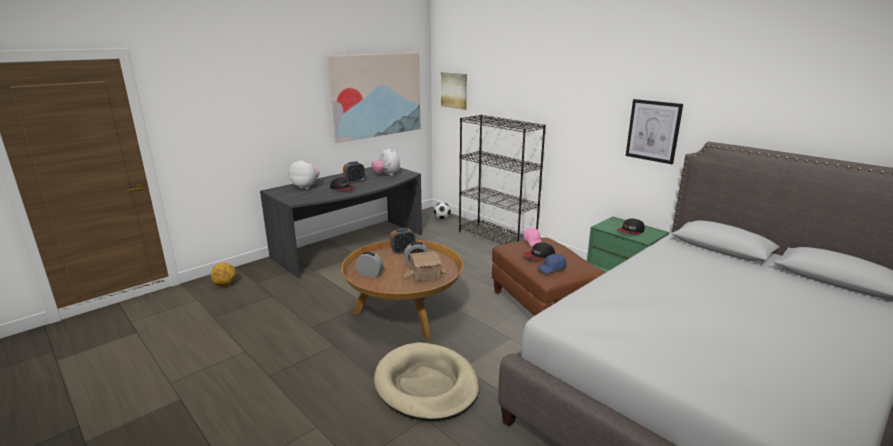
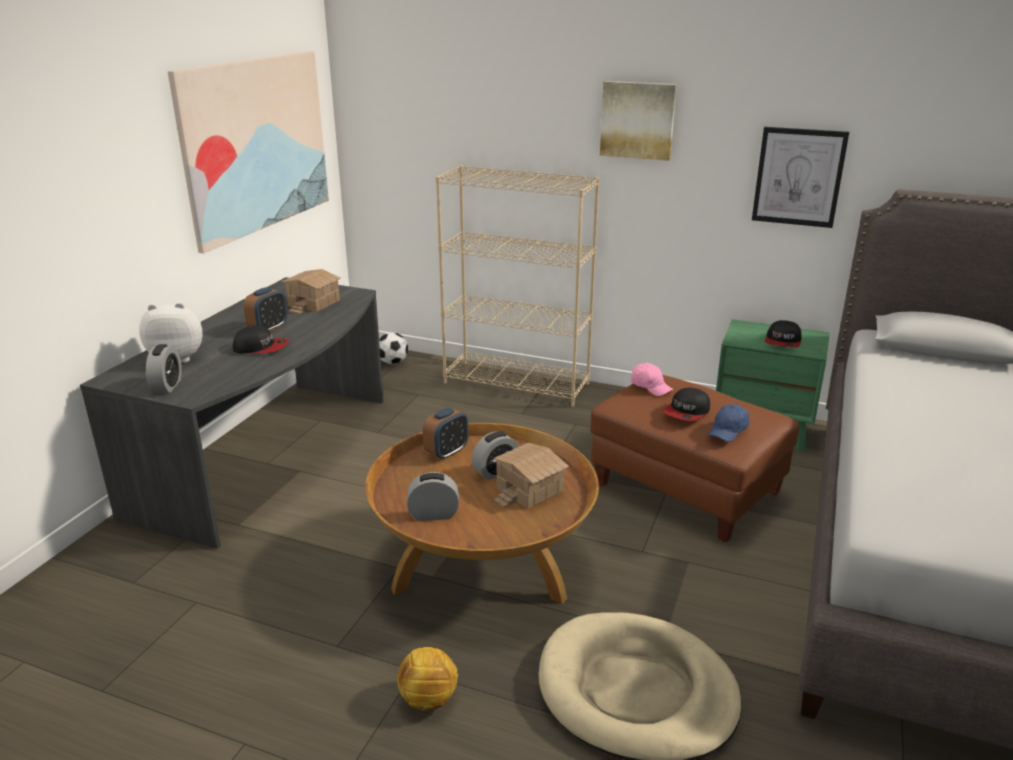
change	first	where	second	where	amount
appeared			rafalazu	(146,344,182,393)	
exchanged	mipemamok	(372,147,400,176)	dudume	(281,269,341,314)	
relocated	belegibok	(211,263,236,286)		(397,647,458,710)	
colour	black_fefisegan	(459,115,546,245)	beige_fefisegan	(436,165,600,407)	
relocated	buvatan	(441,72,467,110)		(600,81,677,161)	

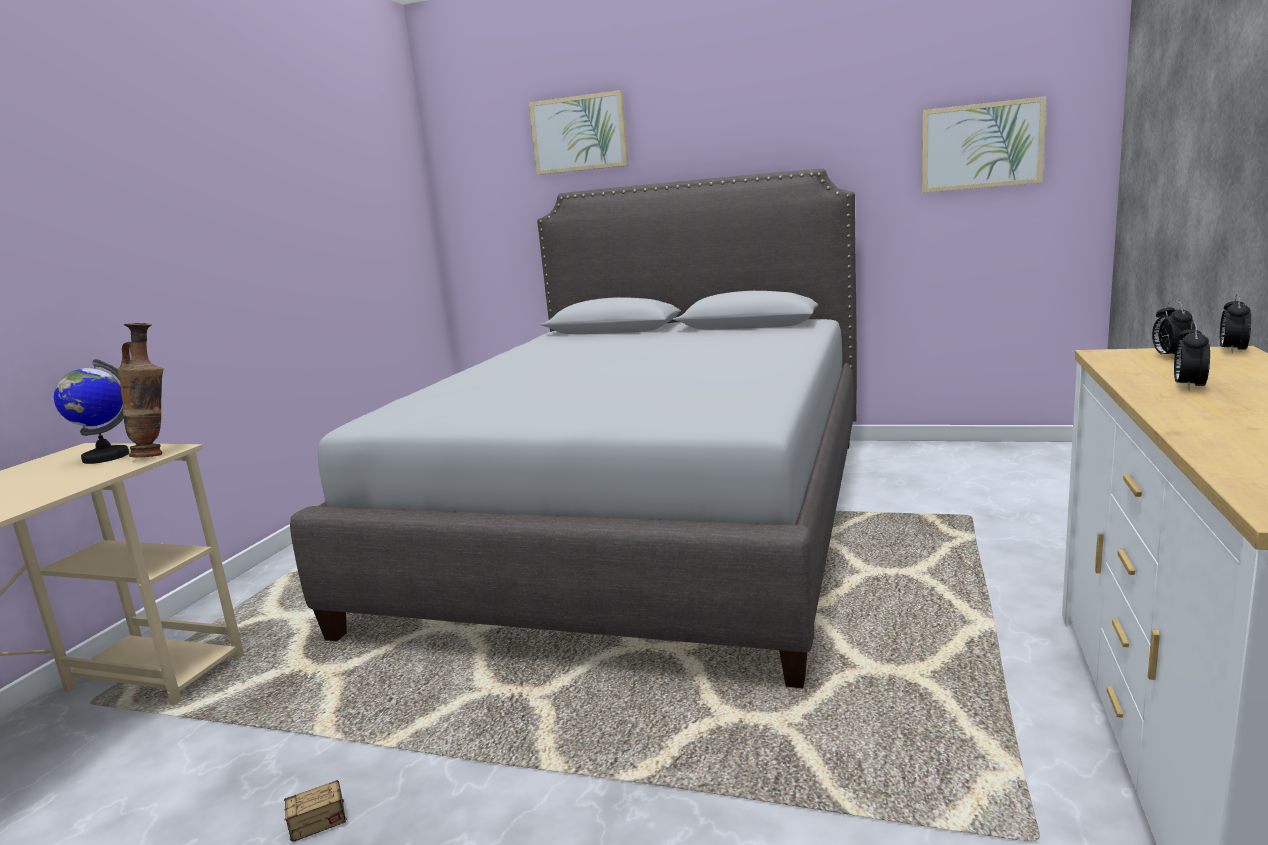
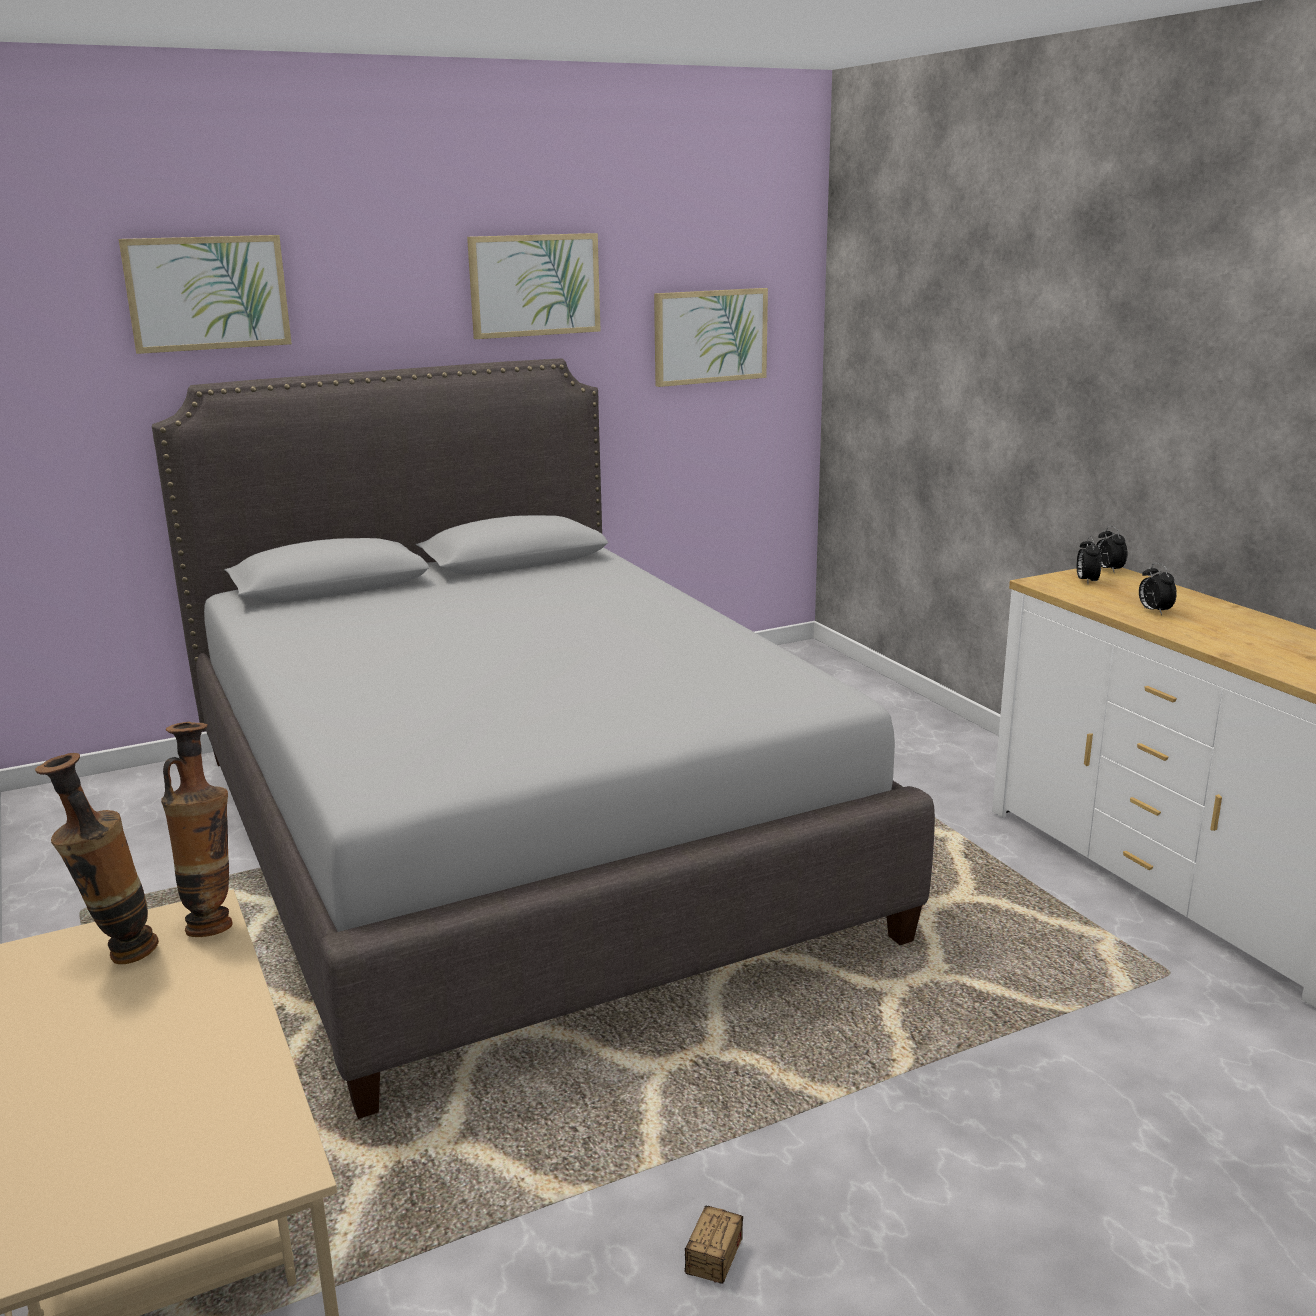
change	first	where	second	where	amount
exchanged	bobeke	(54,359,129,464)	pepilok	(35,753,159,964)	
appeared			buvatan	(467,233,601,339)	
spun	rafalazu	(1152,300,1196,355)		(1077,536,1102,583)	45 degrees clockwise

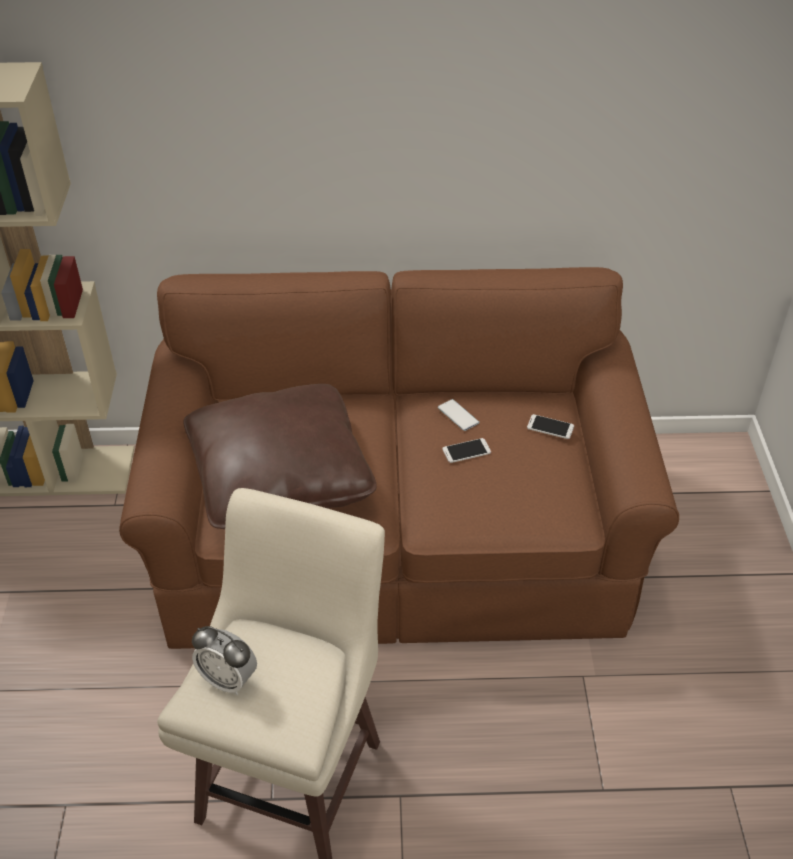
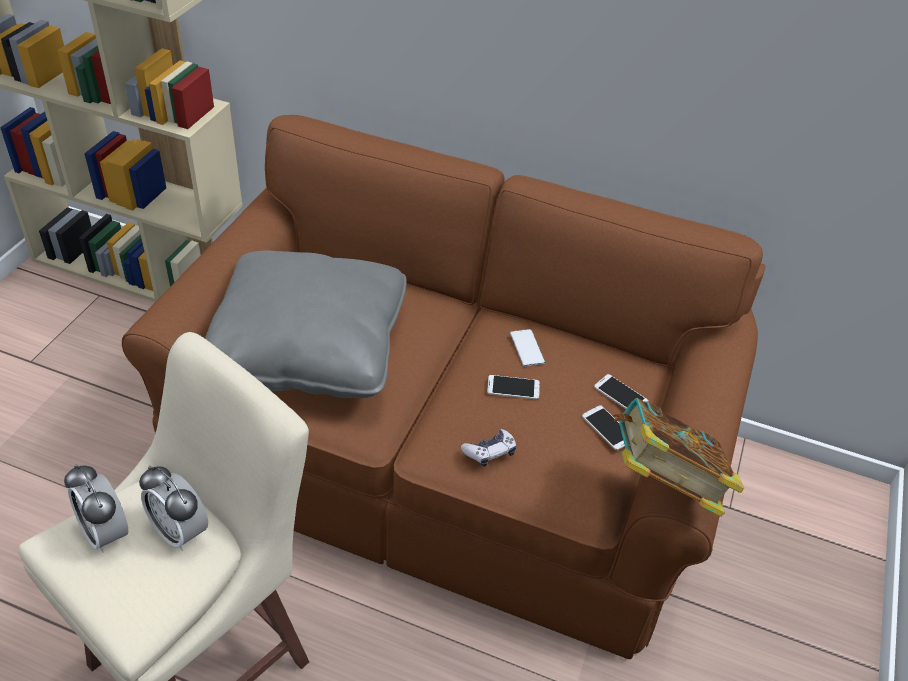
change	first	where	second	where	amount
appeared			rafalazu	(139,466,208,551)	
colour	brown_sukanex	(183,384,377,529)	grey_sukanex	(205,251,407,398)	
appeared			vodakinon	(461,429,516,467)	
appeared			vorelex	(582,405,625,450)	
appeared			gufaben	(613,398,744,517)	

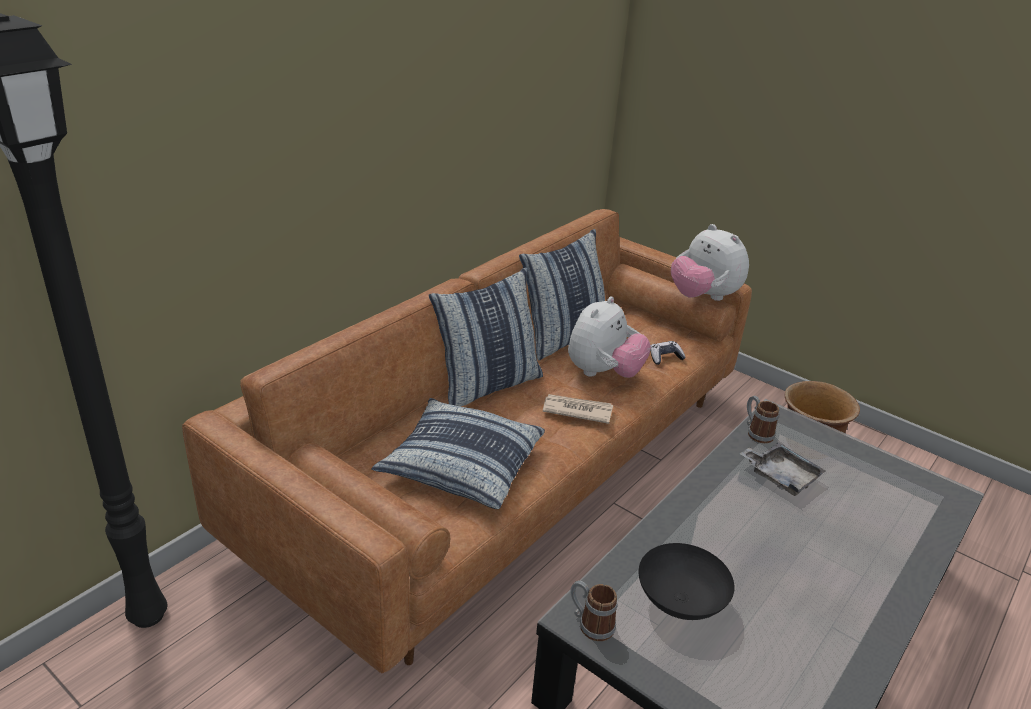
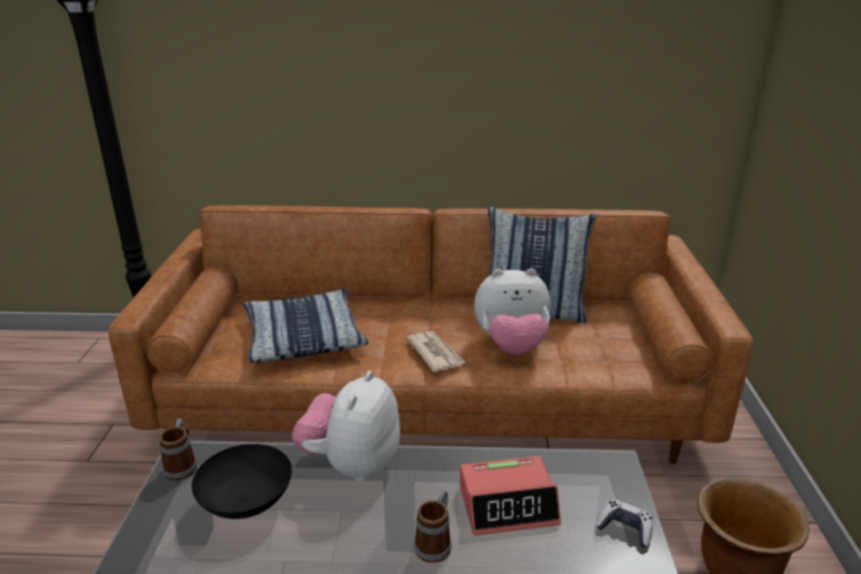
change	first	where	second	where	amount
relocated	mipemamok	(671,224,749,301)		(292,371,400,480)	
relocated	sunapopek	(747,396,779,443)		(414,490,452,563)	
exchanged	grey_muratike	(740,442,826,496)	rafalazu	(460,456,561,536)	
relocated	vodakinon	(650,341,686,365)		(595,499,653,547)	
missing	sukanex	(429,267,543,407)			

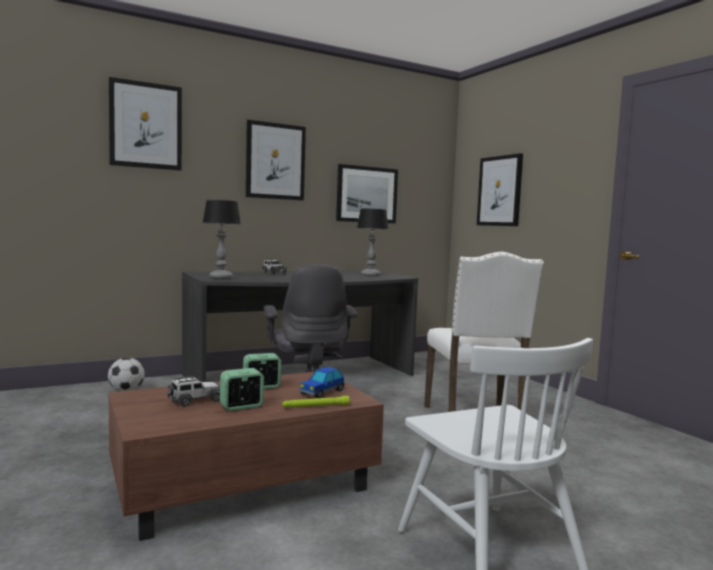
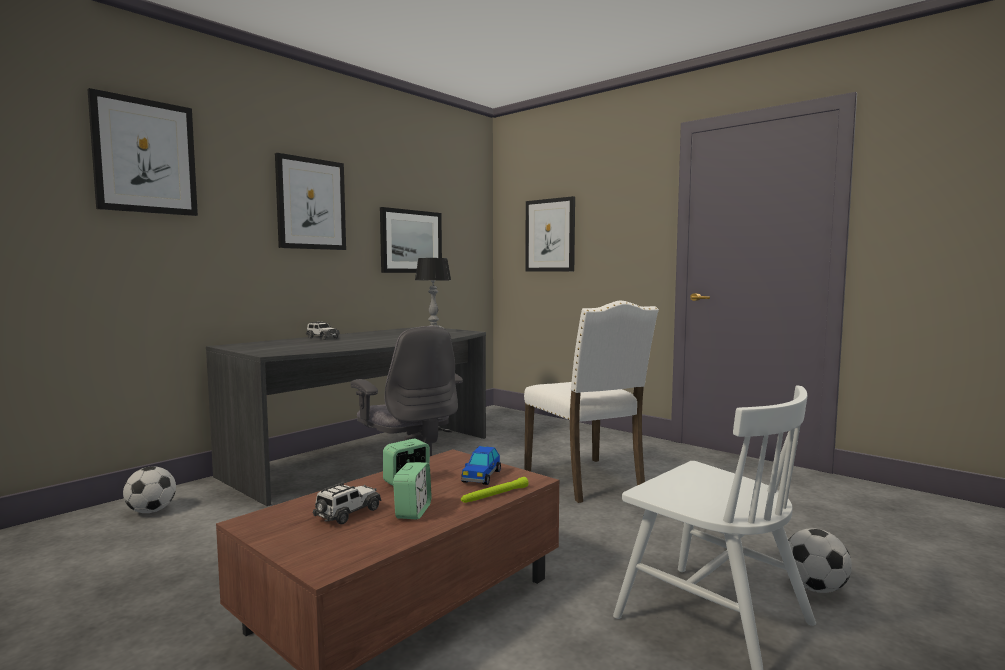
change	first	where	second	where	amount
spun	rafalazu	(220,368,264,411)		(393,462,432,519)	150 degrees clockwise
appeared			belegibok	(788,528,852,593)	
missing	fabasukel	(203,200,241,279)			

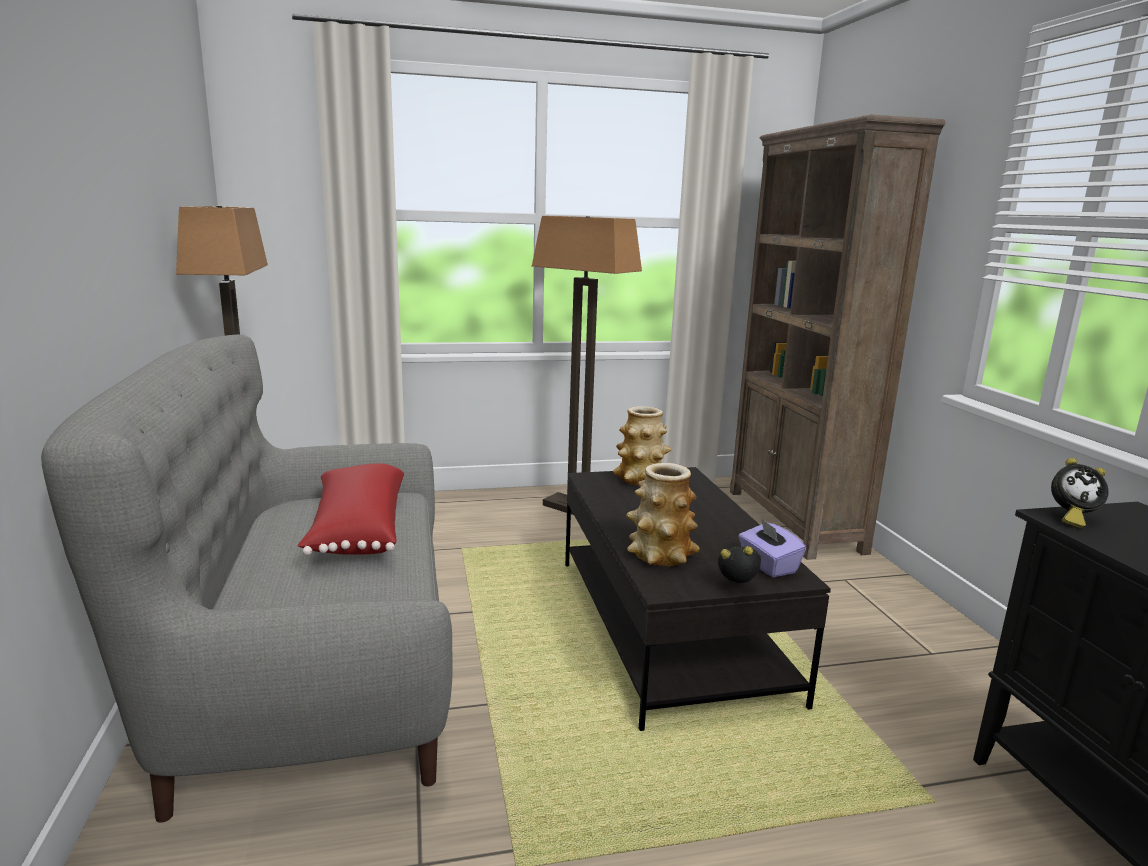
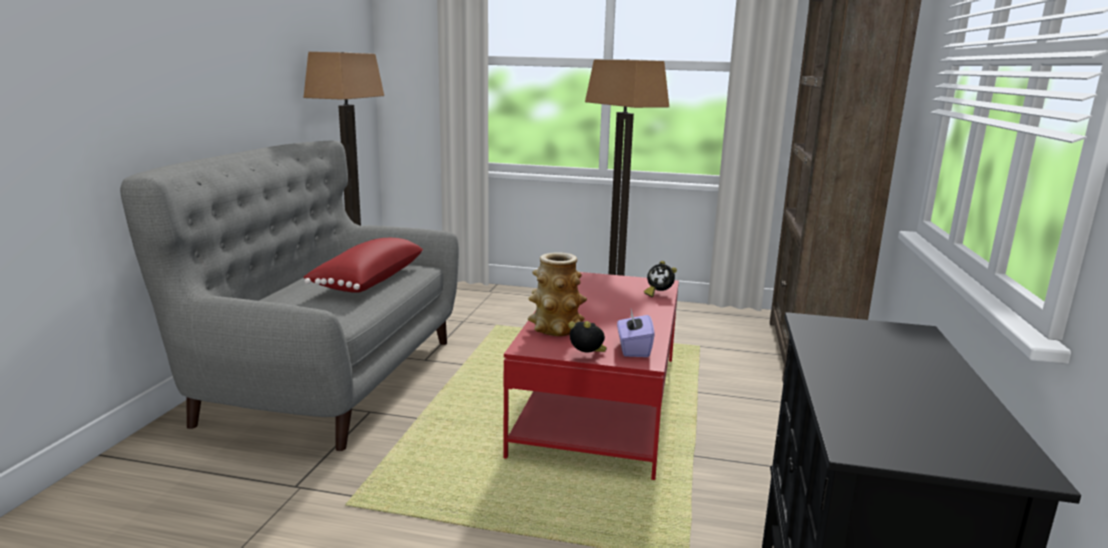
change	first	where	second	where	amount
colour	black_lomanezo	(565,467,831,731)	red_lomanezo	(503,272,679,480)	
relocated	rafalazu	(1051,458,1109,528)		(644,261,677,297)	
missing	pepilok	(613,406,672,486)			

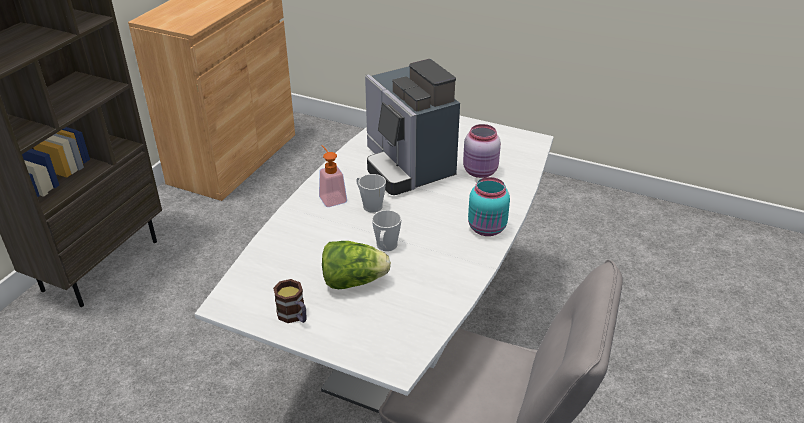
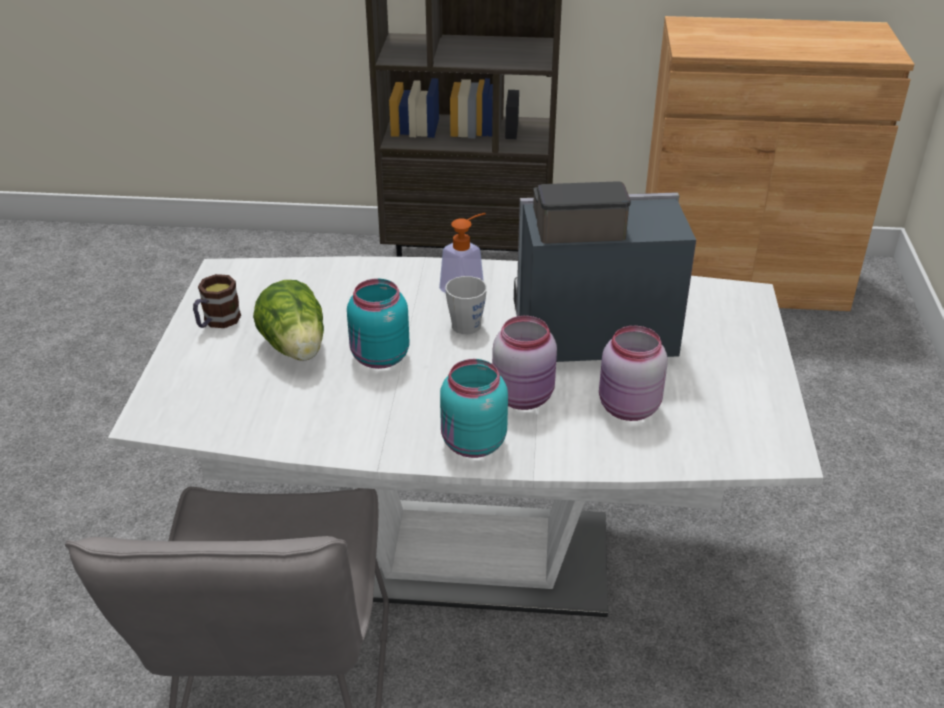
change	first	where	second	where	amount
exchanged	grey_sunapopek	(372,210,401,251)	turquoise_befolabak	(347,279,410,369)	
appeared			pink_befolabak	(492,316,557,410)	
spun	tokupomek	(365,59,460,195)		(514,181,696,362)	45 degrees clockwise

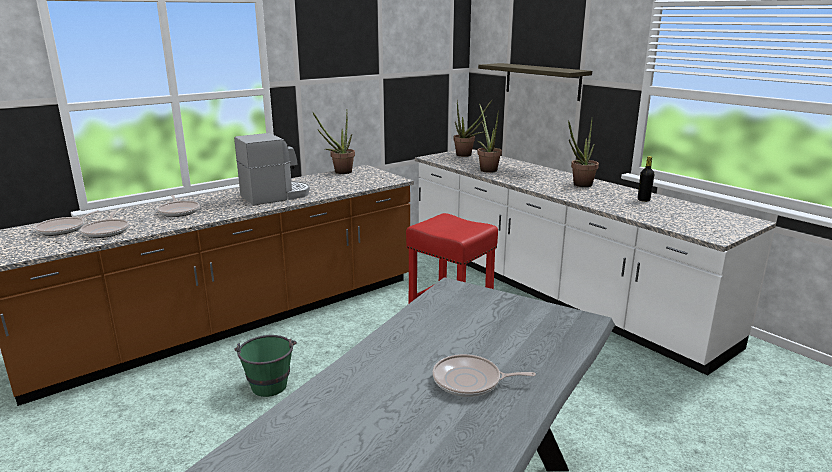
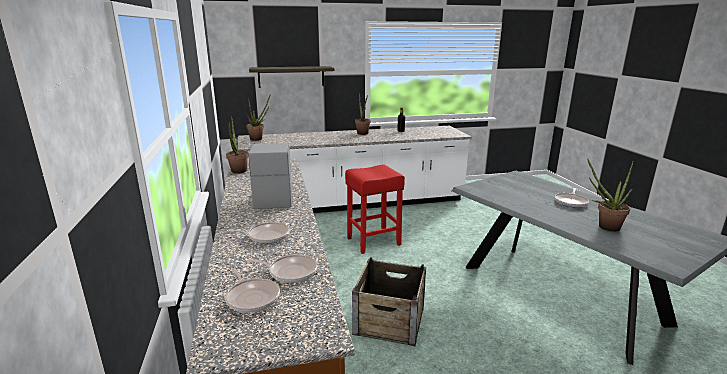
change	first	where	second	where	amount
exchanged	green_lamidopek	(234,335,297,397)	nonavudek	(352,257,426,346)	
relocated	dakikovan	(477,104,502,173)		(587,158,633,232)	

